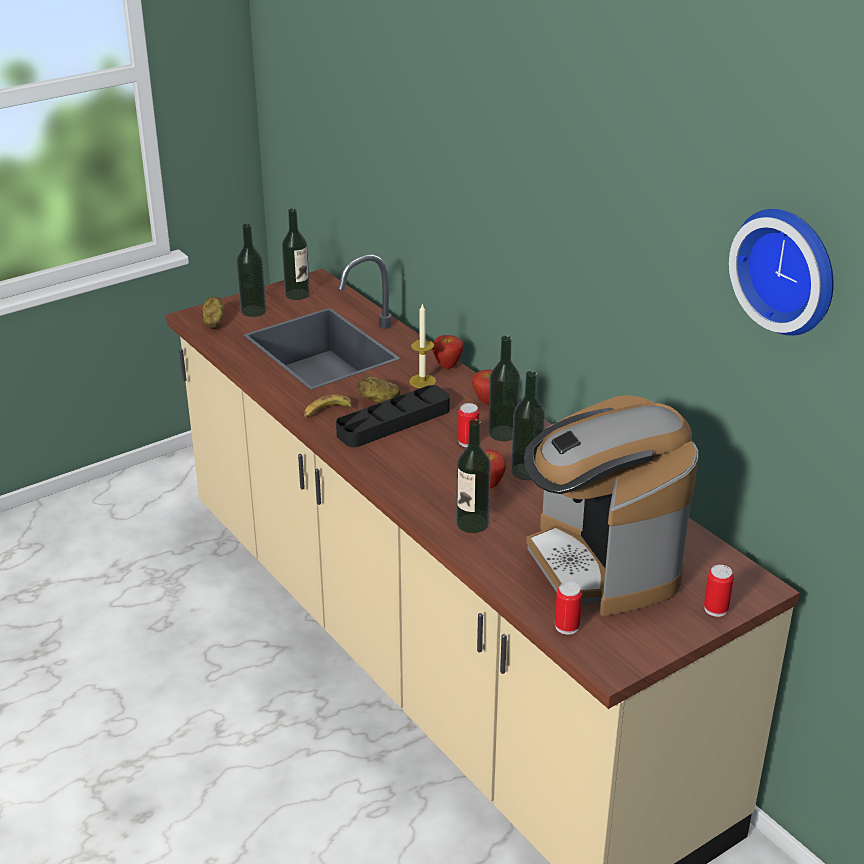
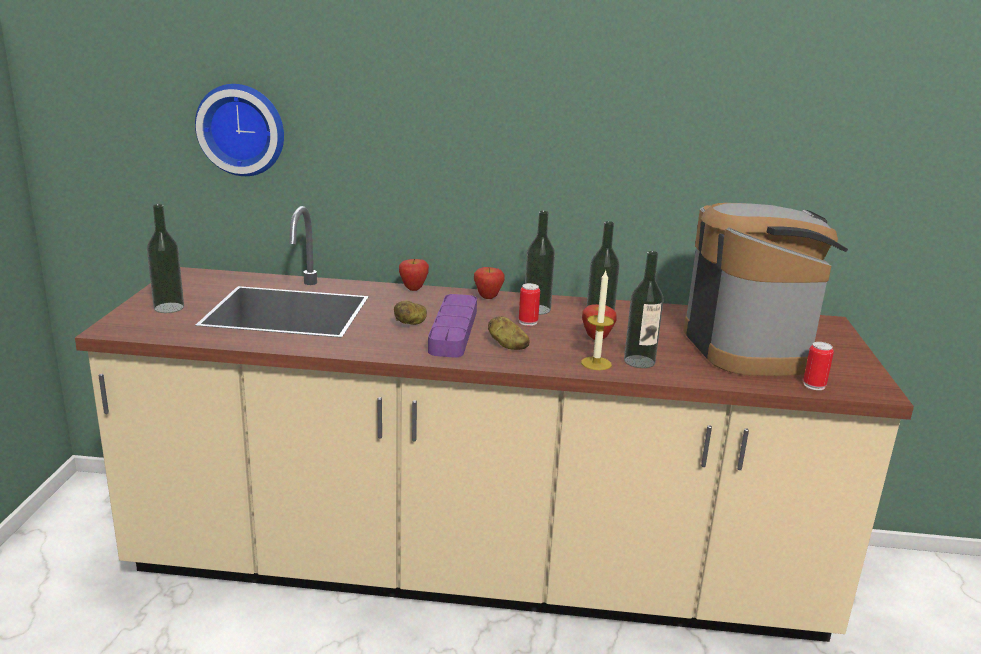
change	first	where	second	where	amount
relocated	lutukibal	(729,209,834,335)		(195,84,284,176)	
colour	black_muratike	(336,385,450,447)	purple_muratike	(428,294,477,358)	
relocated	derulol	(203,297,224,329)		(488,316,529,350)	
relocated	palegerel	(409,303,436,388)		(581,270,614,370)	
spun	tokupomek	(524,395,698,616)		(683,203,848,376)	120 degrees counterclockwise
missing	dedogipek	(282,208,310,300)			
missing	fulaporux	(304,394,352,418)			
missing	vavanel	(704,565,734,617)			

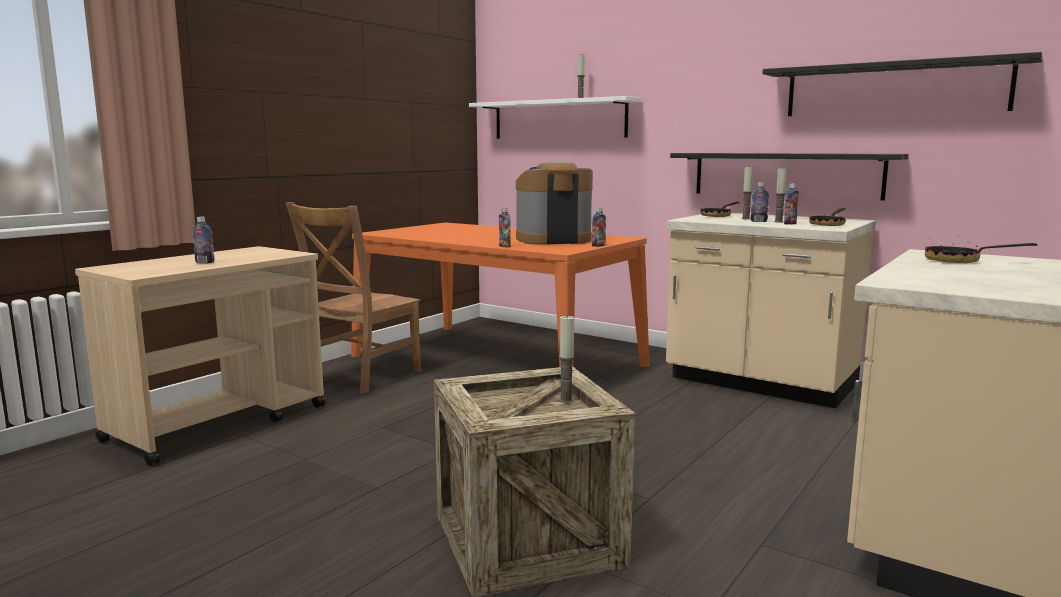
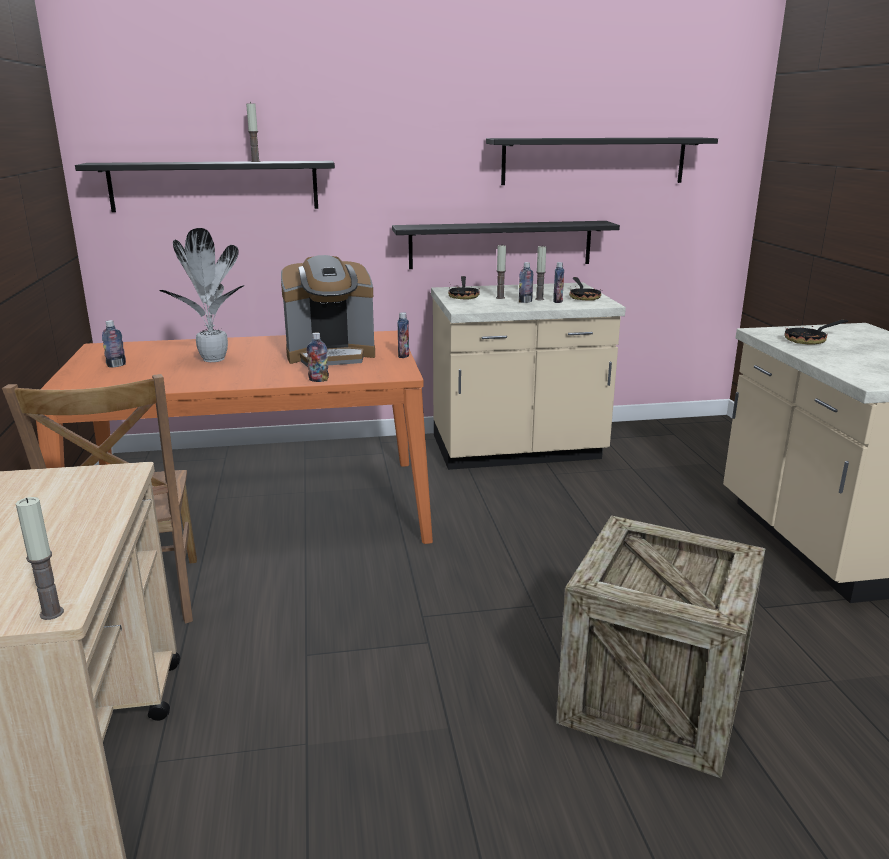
change	first	where	second	where	amount
relocated	palegerel	(559,315,574,403)		(16,497,64,620)	
colour	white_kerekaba	(469,96,642,139)	black_kerekaba	(75,161,335,212)	
relocated	dedogipek	(193,217,215,263)		(102,320,126,368)	
appeared			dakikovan	(159,228,245,362)	
spun	tokupomek	(516,161,593,245)		(281,255,375,367)	135 degrees counterclockwise

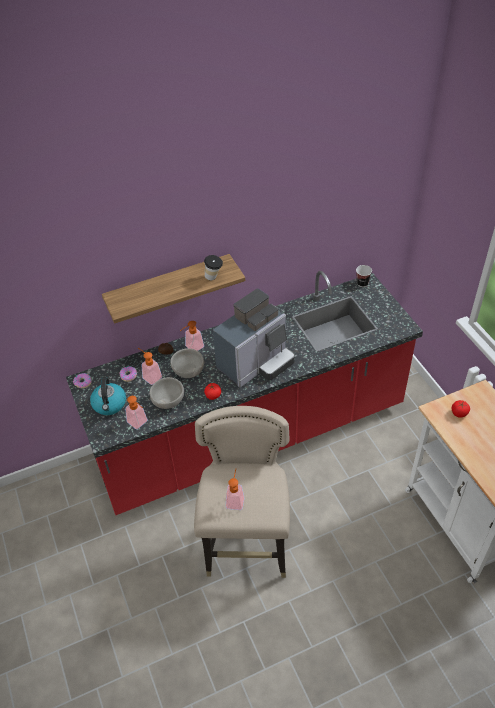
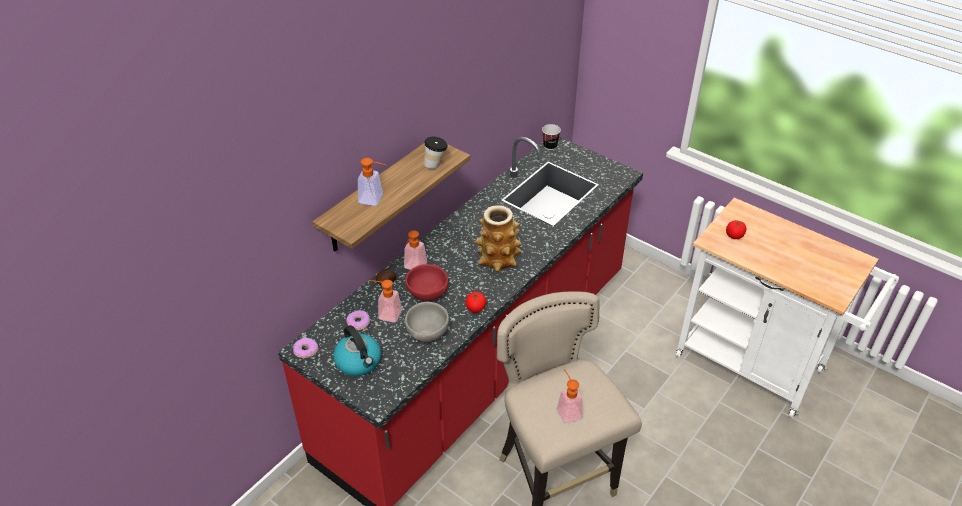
change	first	where	second	where	amount
relocated	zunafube	(125,396,148,429)		(358,158,386,206)	
colour	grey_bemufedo	(170,348,204,378)	red_bemufedo	(405,264,449,301)	
exchanged	tokupomek	(213,288,295,388)	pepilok	(475,205,522,272)	

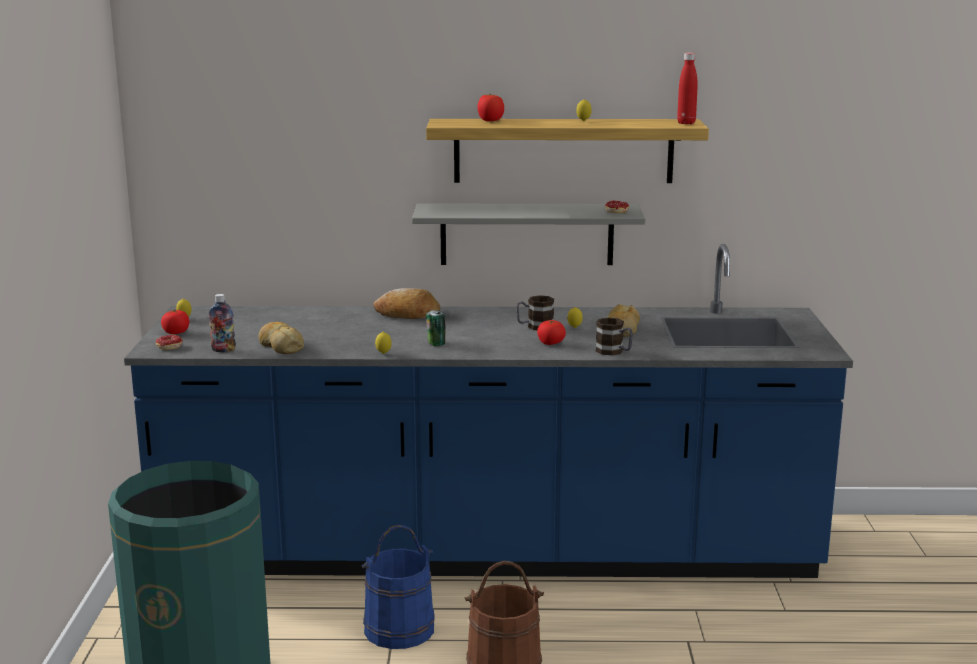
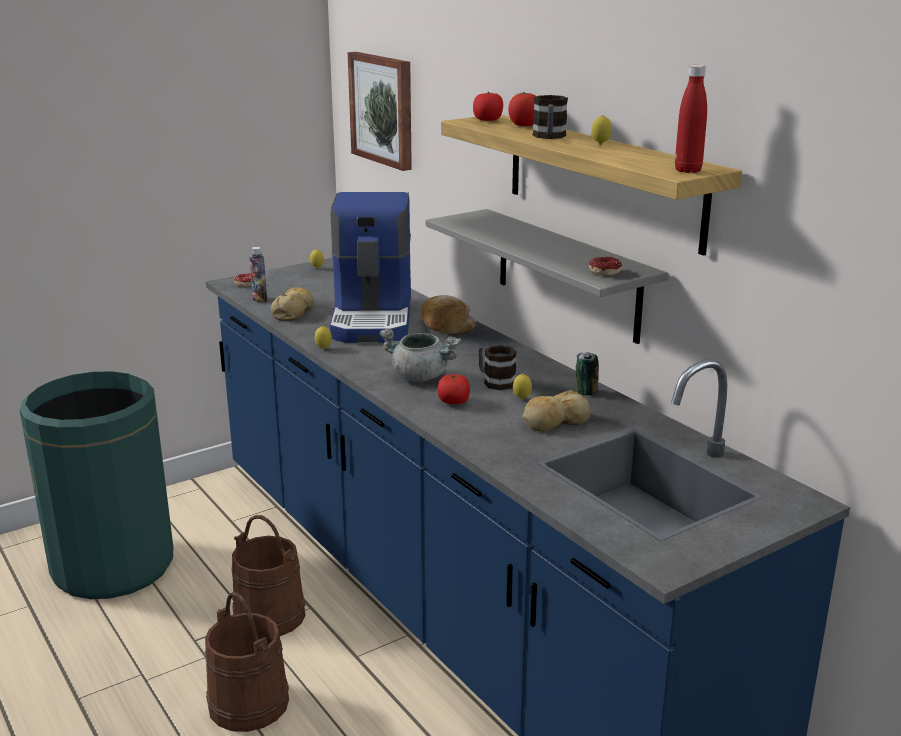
change	first	where	second	where	amount
colour	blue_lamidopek	(361,525,435,649)	brown_lamidopek	(232,515,306,636)	
appeared			tokupomek	(330,192,411,343)	
appeared			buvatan	(348,52,412,171)	
appeared			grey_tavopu	(379,329,461,382)	
relocated	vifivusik	(161,310,189,334)		(473,92,503,121)	
relocated	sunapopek	(596,317,633,356)		(533,95,568,139)	
relocated	vavanel	(426,310,446,346)		(575,352,599,395)	

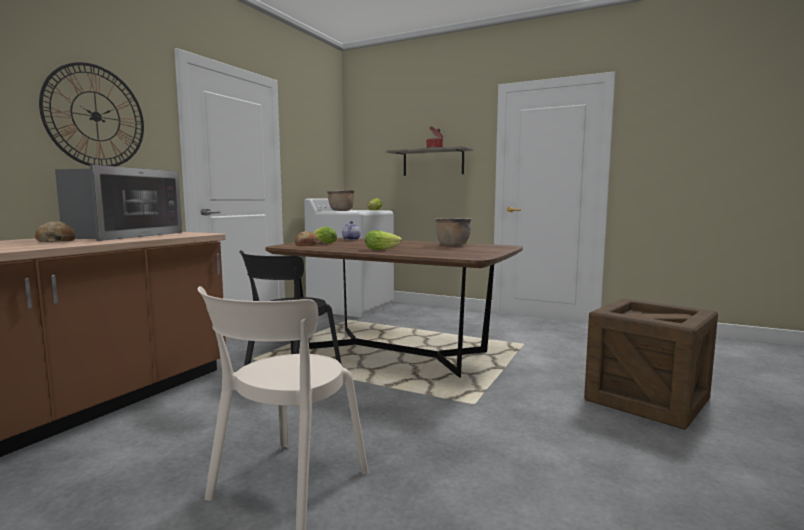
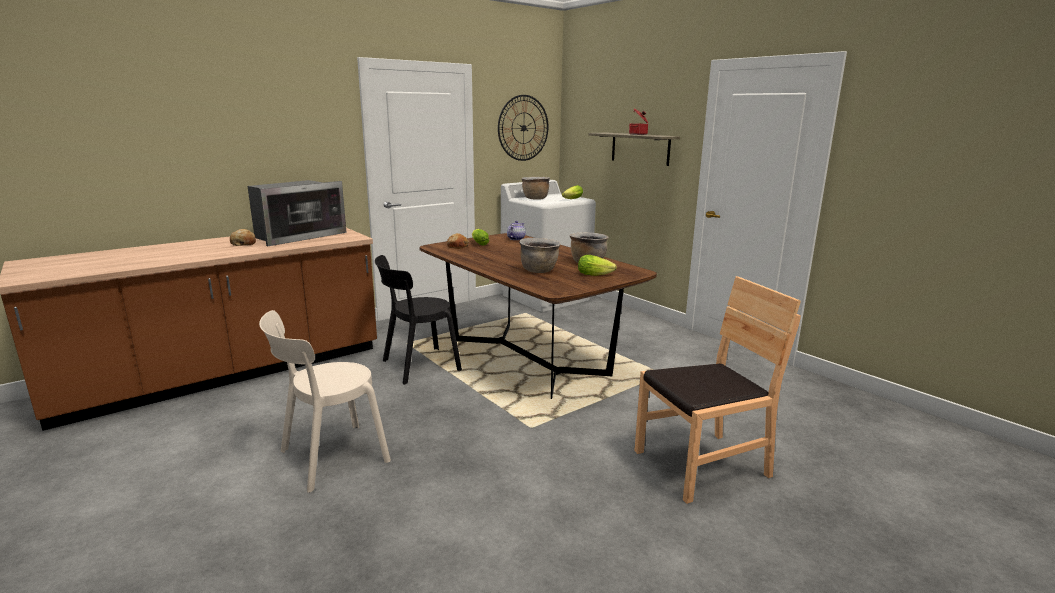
change	first	where	second	where	amount
relocated	lutukibal	(39,62,144,166)		(498,95,548,161)	
appeared			brown_tavopu	(519,238,560,273)	
relocated	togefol	(365,230,402,250)		(578,255,617,276)	
exchanged	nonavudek	(584,298,718,430)	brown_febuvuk	(634,276,801,504)	

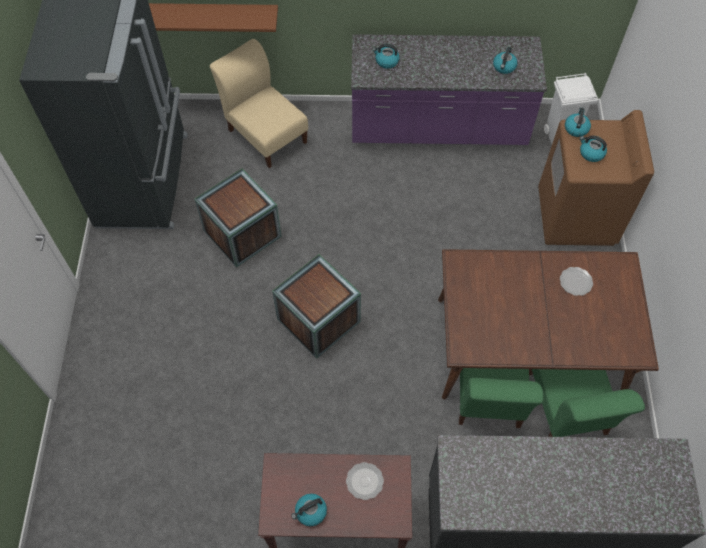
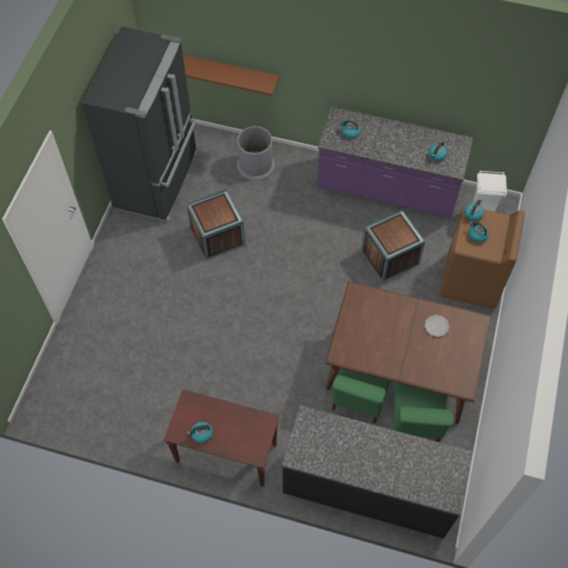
change	first	where	second	where	amount
exchanged	beige_febuvuk	(210,39,308,168)	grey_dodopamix	(237,126,275,180)	
relocated	nonavudek	(272,255,361,359)		(361,209,425,282)	
missing	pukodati	(346,462,384,500)			

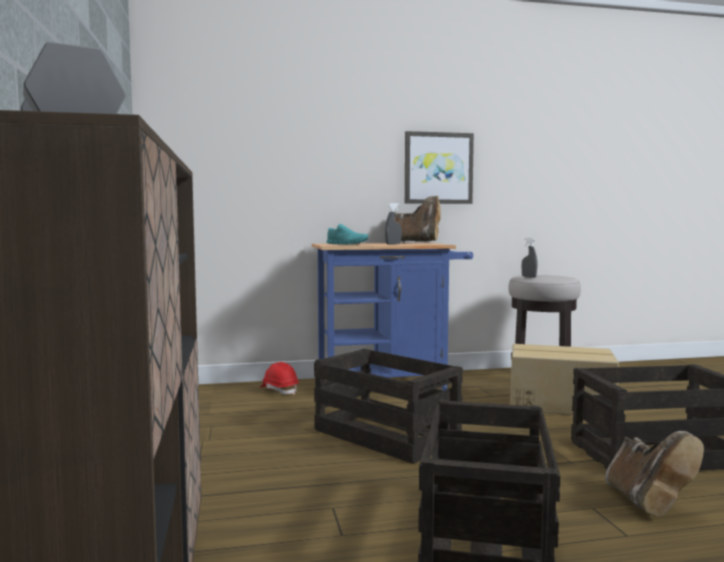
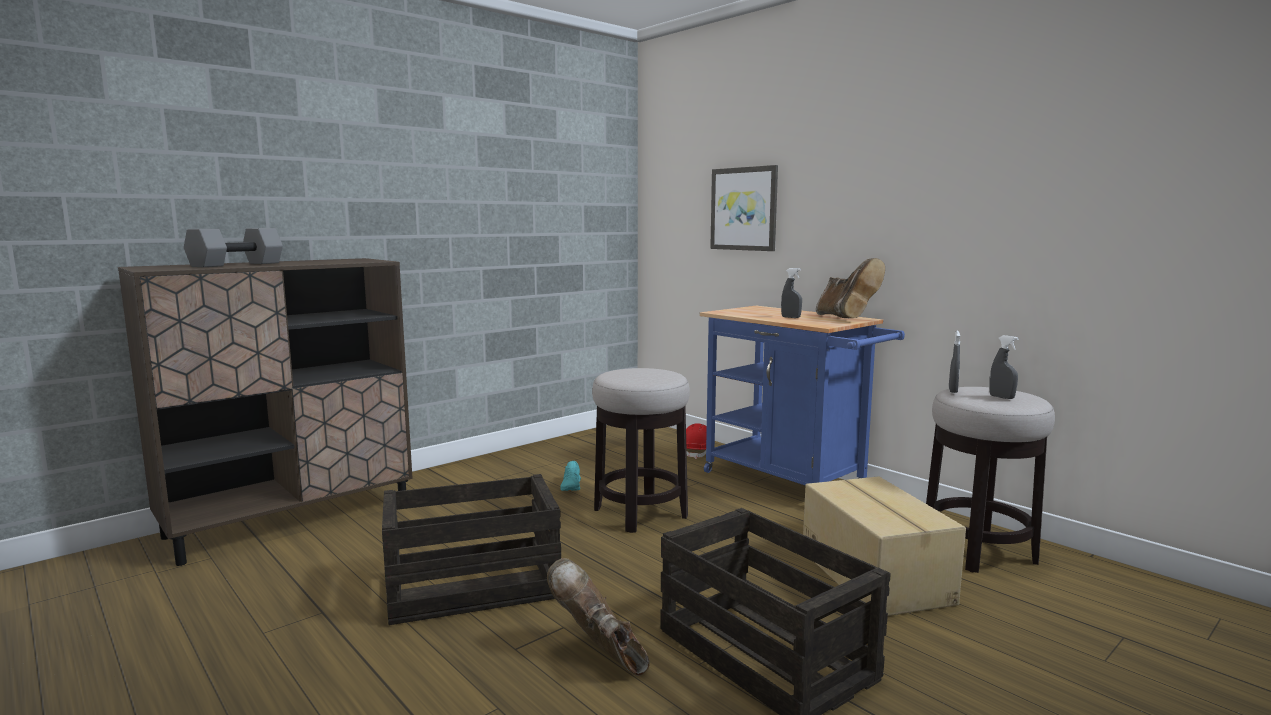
change	first	where	second	where	amount
spun	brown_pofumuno	(605,431,704,516)		(547,558,650,676)	90 degrees clockwise
relocated	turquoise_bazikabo	(326,224,368,245)		(560,461,581,491)	
exchanged	nonavudek	(314,348,463,464)	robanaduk	(592,368,690,533)	
relocated	buvatan	(405,131,474,204)		(710,165,778,251)	
appeared			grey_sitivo	(990,335,1019,399)	

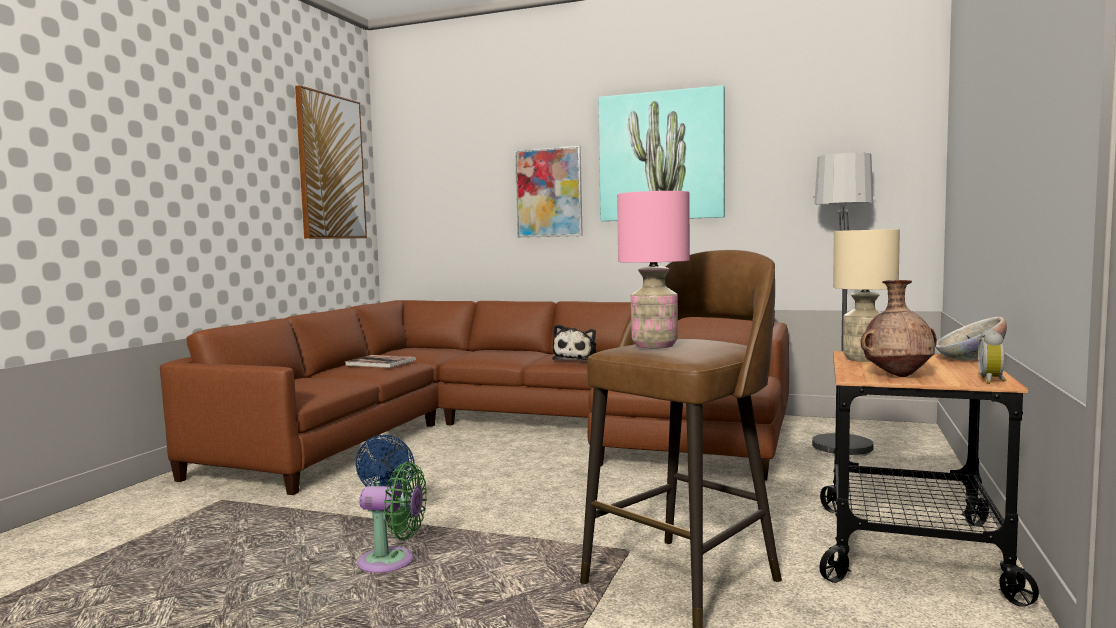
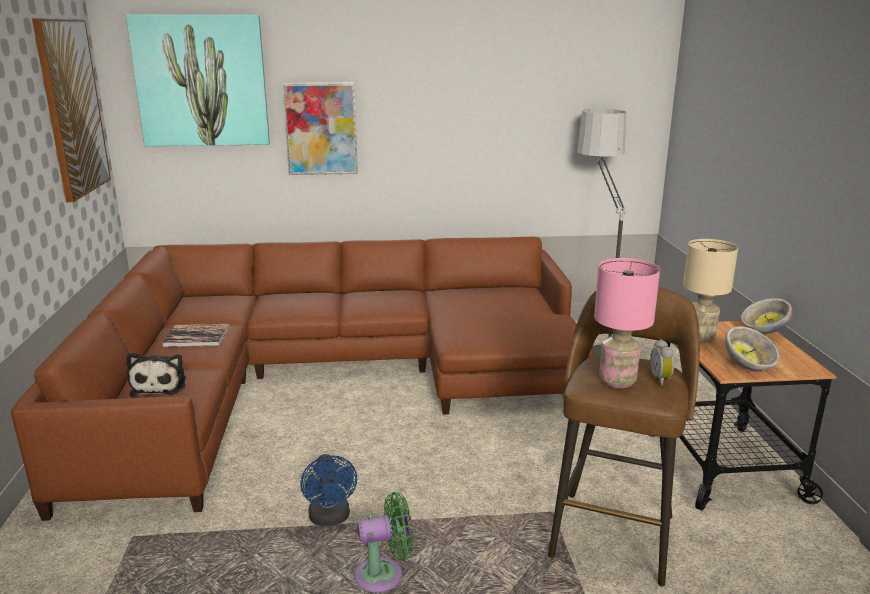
change	first	where	second	where	amount
relocated	buvatan	(598,85,725,221)		(126,14,270,146)	
relocated	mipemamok	(552,324,596,360)		(126,352,186,397)	
relocated	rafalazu	(978,329,1006,384)		(650,339,674,386)	
exchanged	brown_pepilok	(860,280,937,377)	bemufedo	(725,326,779,371)	

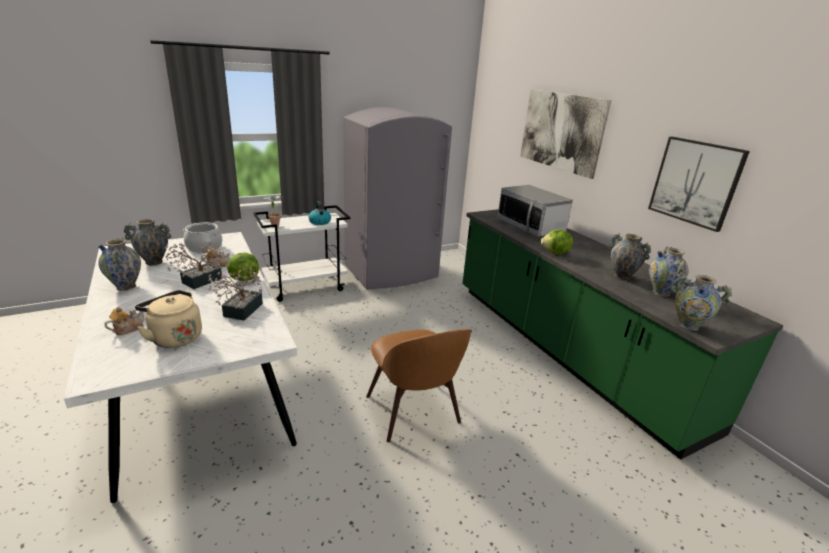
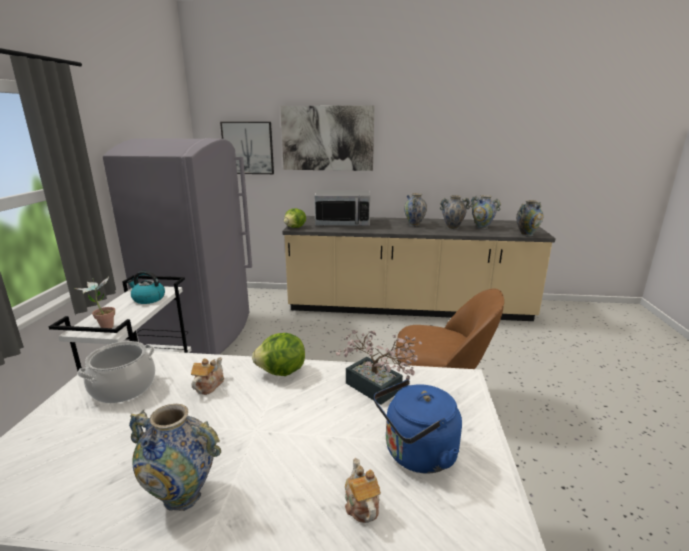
change	first	where	second	where	amount
relocated	buvatan	(648,137,750,232)		(220,122,274,174)	
colour	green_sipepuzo	(462,209,783,460)	beige_sipepuzo	(282,216,556,321)	
relocated	togefol	(541,230,573,254)		(284,208,306,228)	
colour	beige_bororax	(135,290,202,348)	blue_bororax	(374,380,462,474)	
relocated	pepilok	(123,219,171,265)		(404,193,427,226)	
missing	dakikovan	(165,243,223,289)			

